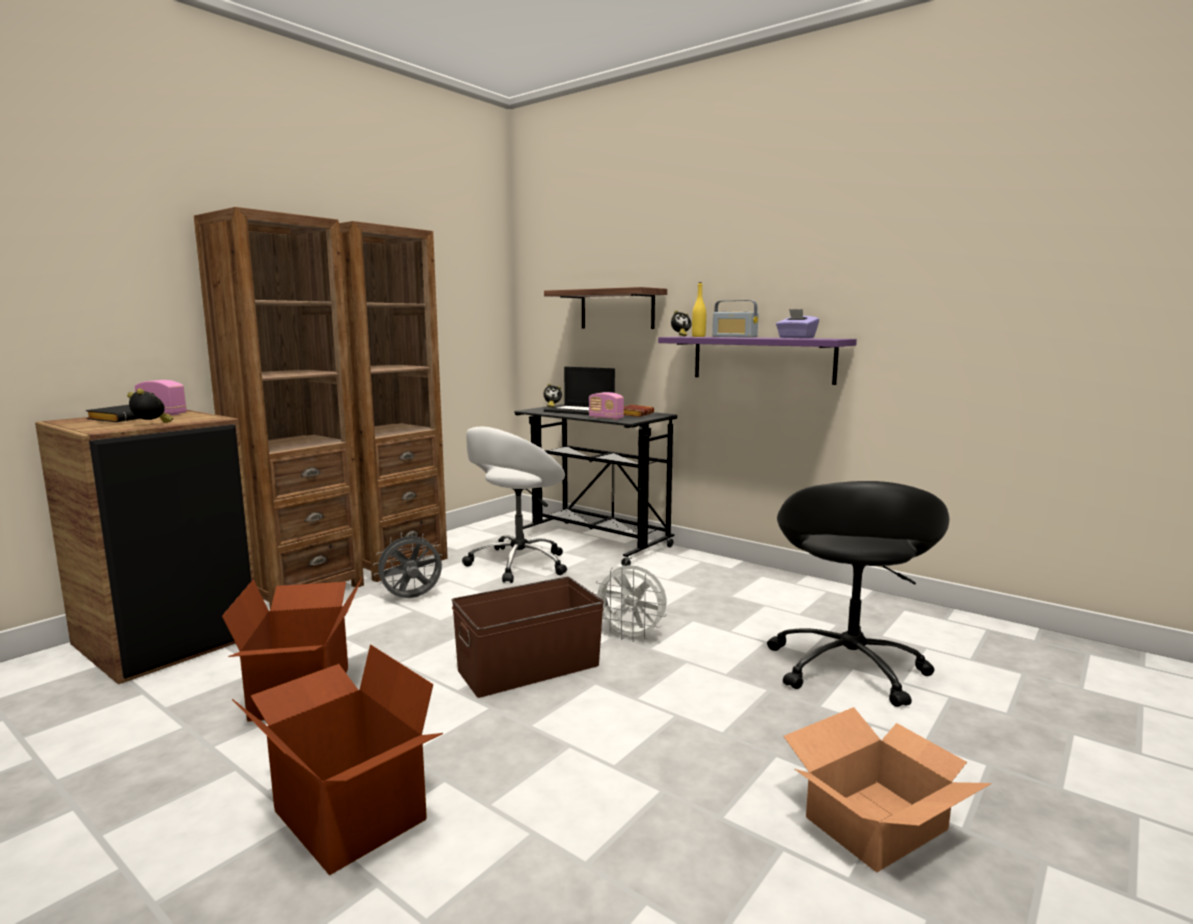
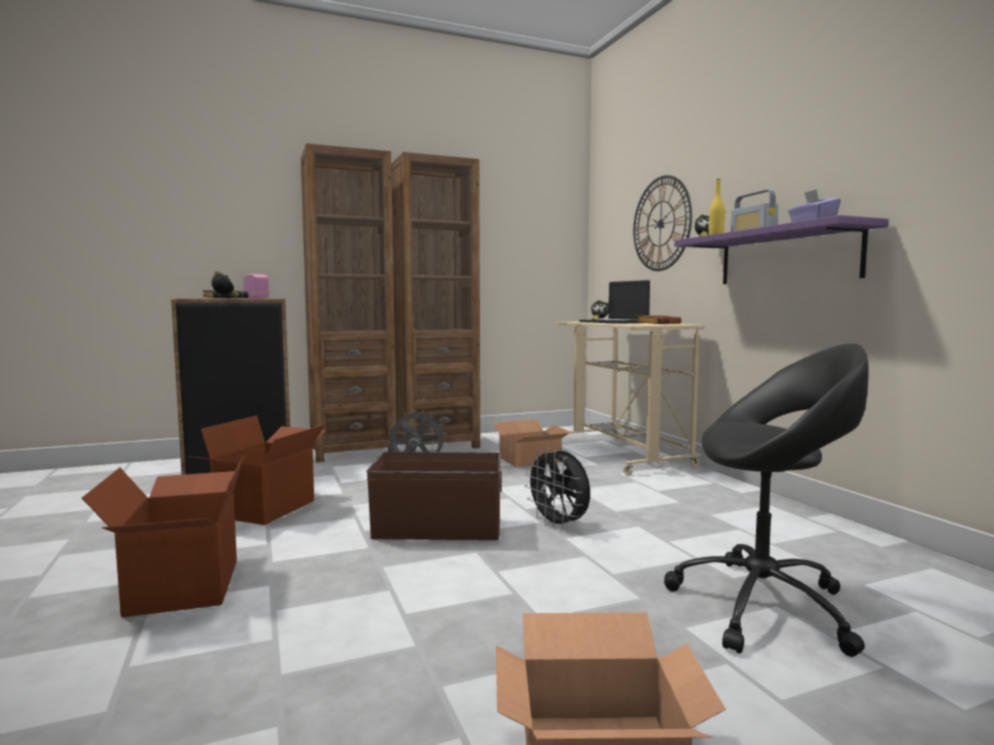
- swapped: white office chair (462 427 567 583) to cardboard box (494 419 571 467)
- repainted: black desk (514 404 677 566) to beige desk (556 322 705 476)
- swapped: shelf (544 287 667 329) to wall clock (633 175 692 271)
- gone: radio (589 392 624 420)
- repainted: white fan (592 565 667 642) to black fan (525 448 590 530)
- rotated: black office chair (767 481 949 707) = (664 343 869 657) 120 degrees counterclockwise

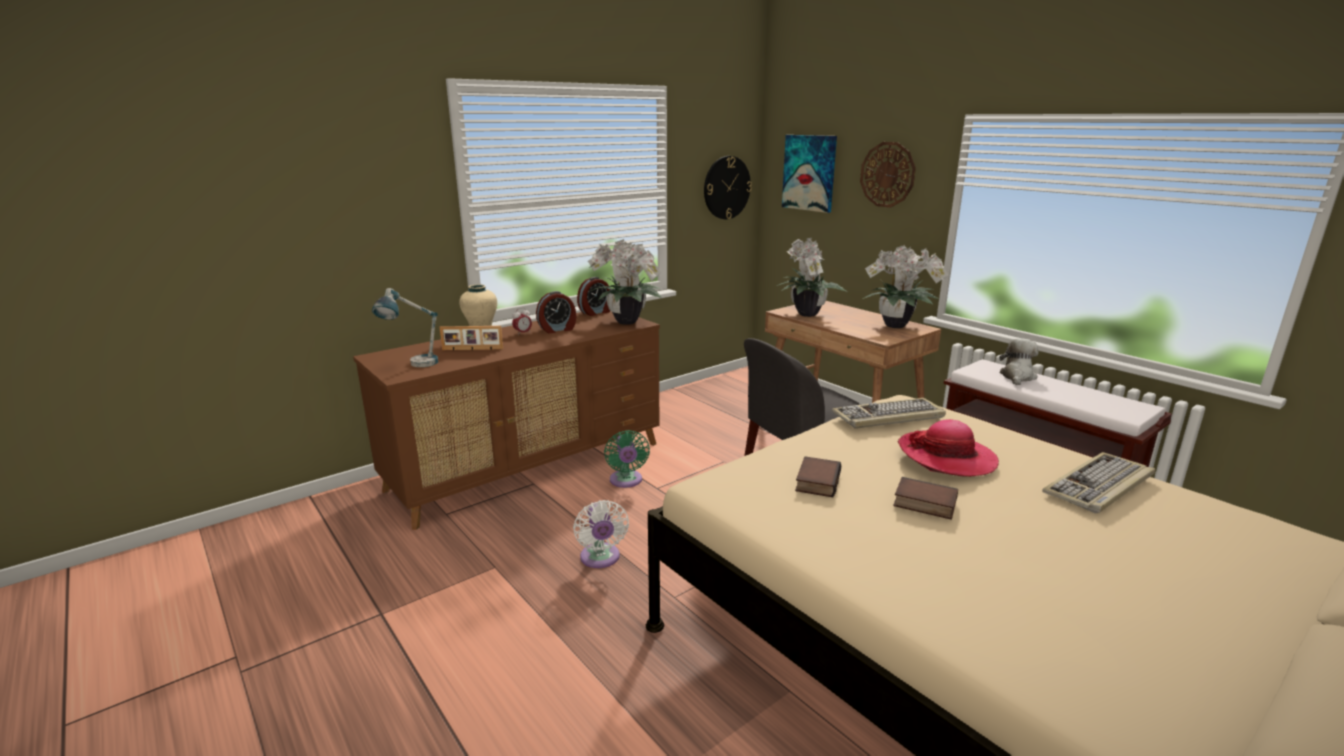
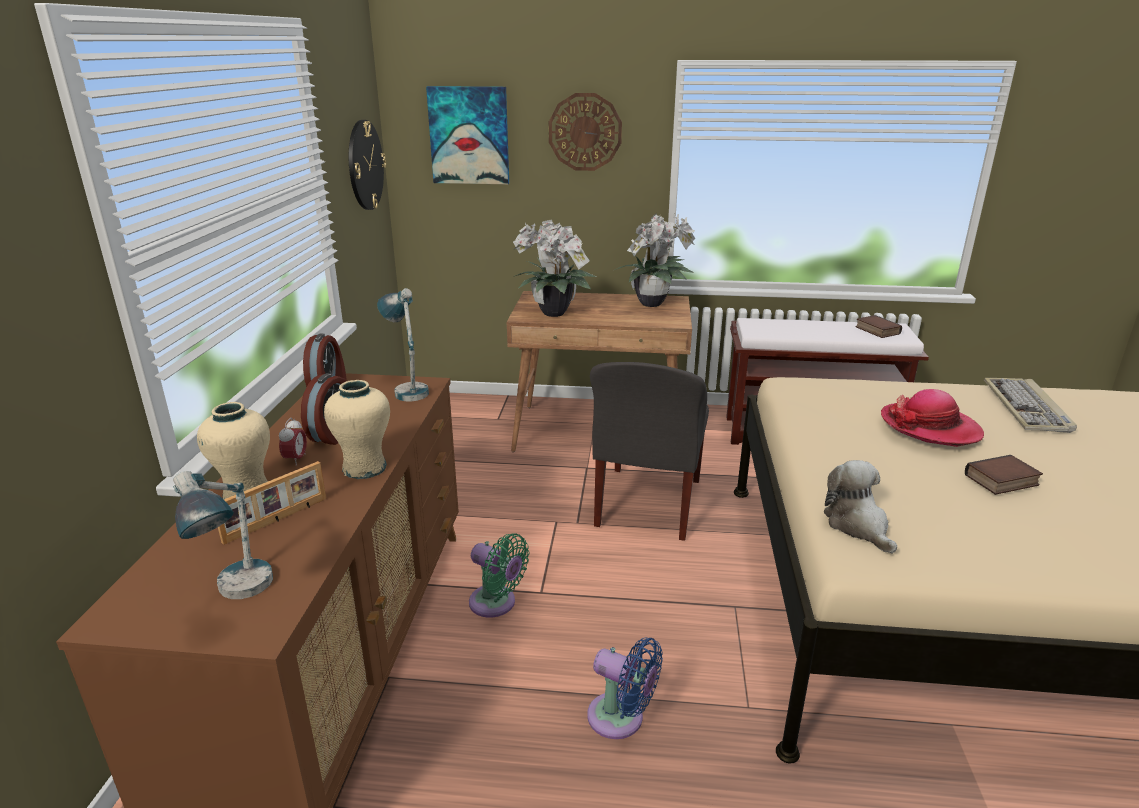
- repainted: white fan (573 500 629 568) to blue fan (587 637 663 739)
- swapped: potted plant (588 239 662 325) to table lamp (377 288 429 402)
- shifted: book (795 456 841 497) to (855 315 902 338)
- gone: keyboard (832 398 946 429)
- shifted: plush toy (999 338 1038 385) to (824 460 897 554)
- new: beige vase (324 380 390 479)

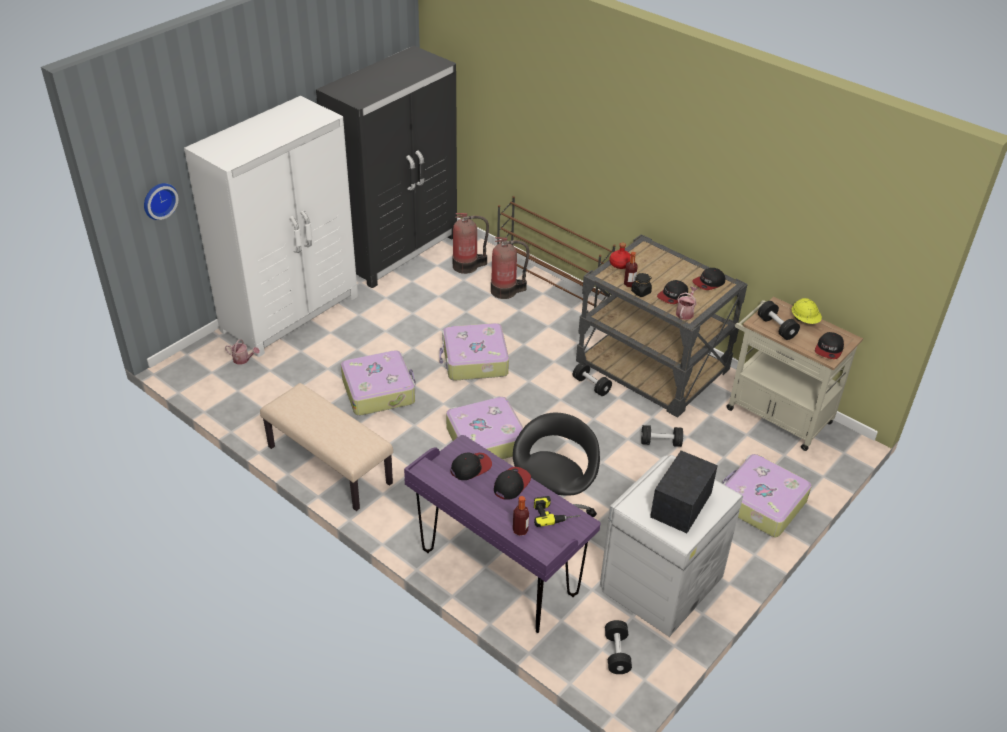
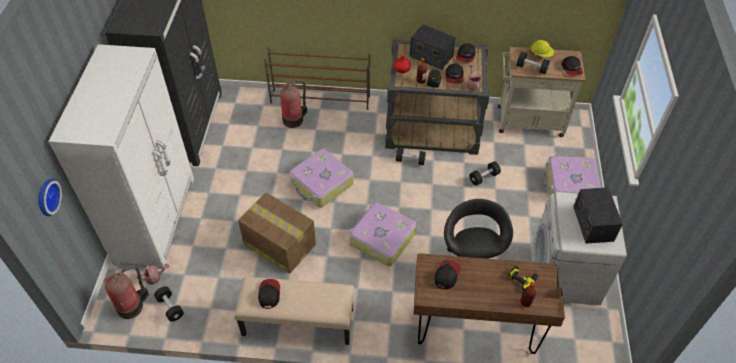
- swapped: suitcase (341 350 416 416) to cardboard box (238 193 316 274)
- repainted: purple desk (404 435 600 633) to brown desk (414 253 565 354)
- shifted: fire extinguisher (453 213 489 274) to (103 265 149 319)
- shifted: cap (494 467 531 500) to (258 279 280 309)
- shifted: black dumbbell (605 620 632 674) to (154 286 184 322)
- new: radio (410 24 456 69)

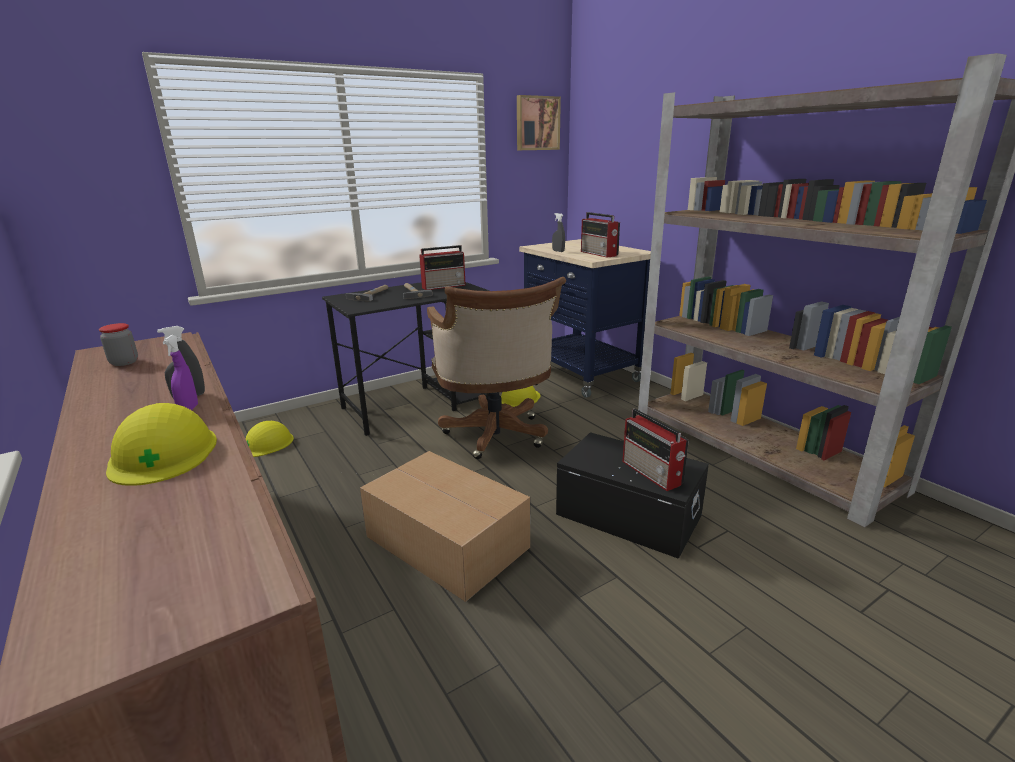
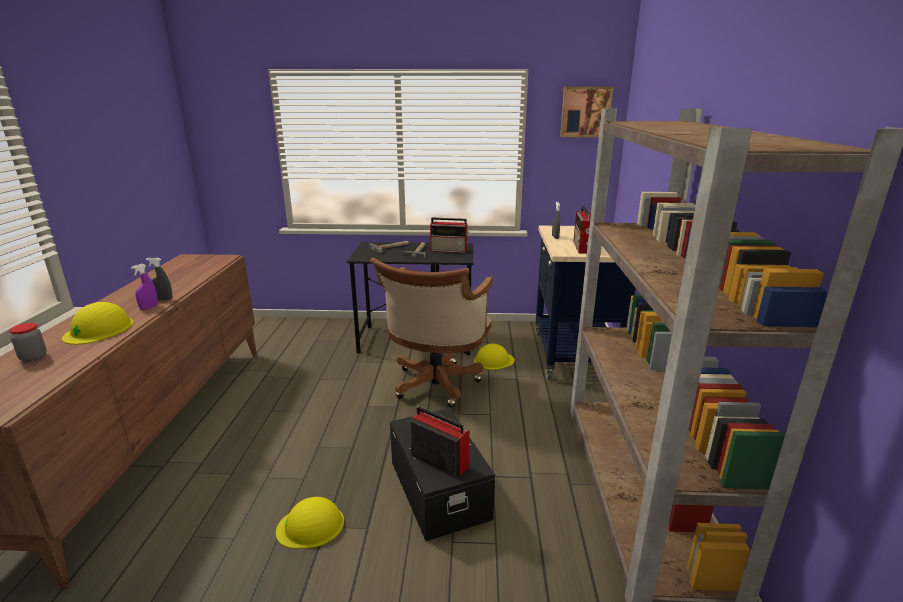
- shifted: jar (99 323 138 366) to (9 323 47 362)
- shifted: yellow hard hat (246 421 294 457) to (276 497 344 549)
- gone: cardboard box (360 451 530 602)
- rotated: radio (623 408 689 491) = (410 406 469 478) 120 degrees clockwise

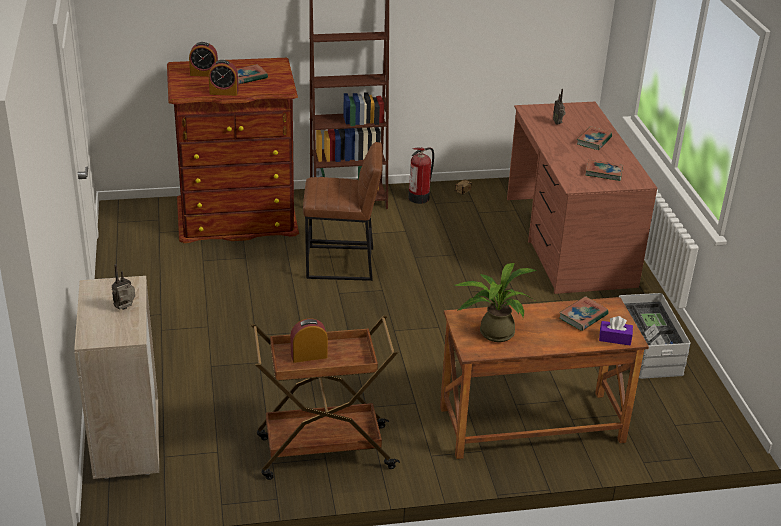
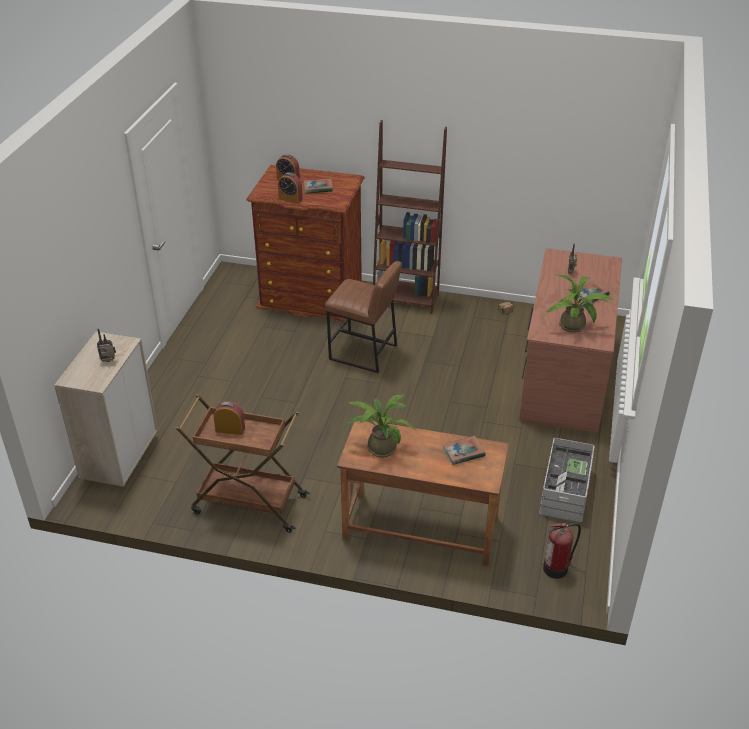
- shifted: fire extinguisher (408 147 434 204) to (543 523 581 579)
- swapped: book (586 160 623 181) to potted plant (546 274 613 333)
- gone: purple tissue box (599 316 633 345)

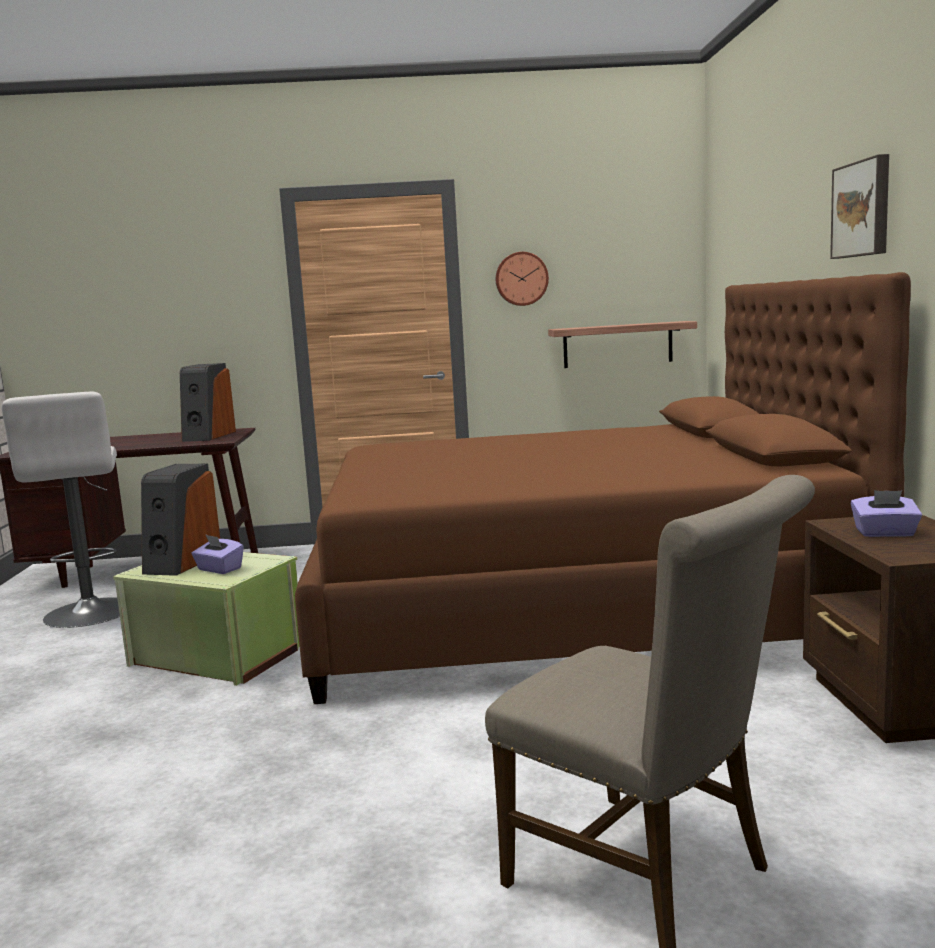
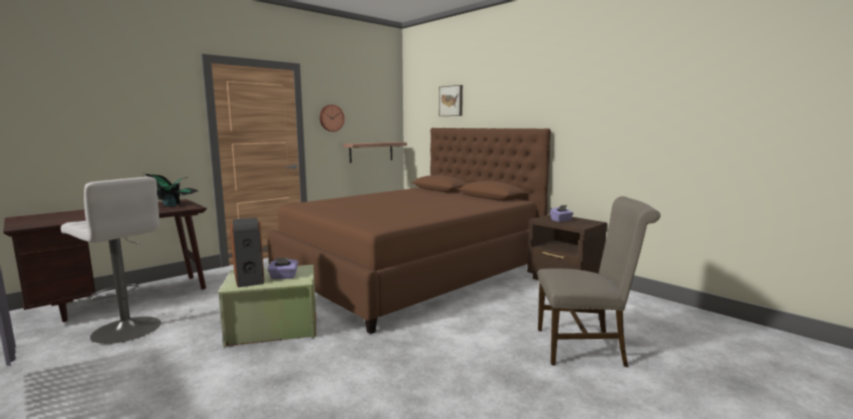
- swapped: speaker (180 363 236 442) to potted plant (145 174 198 207)
- shifted: picture (830 154 889 259) to (439 85 463 116)

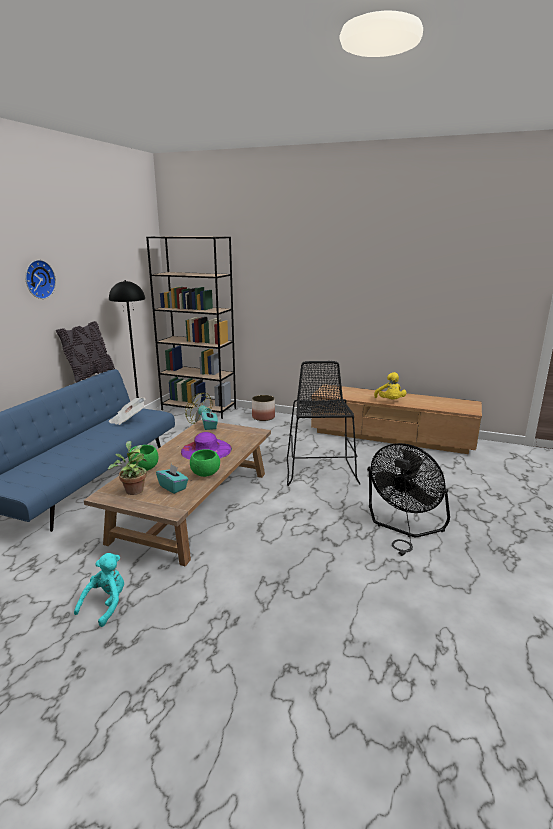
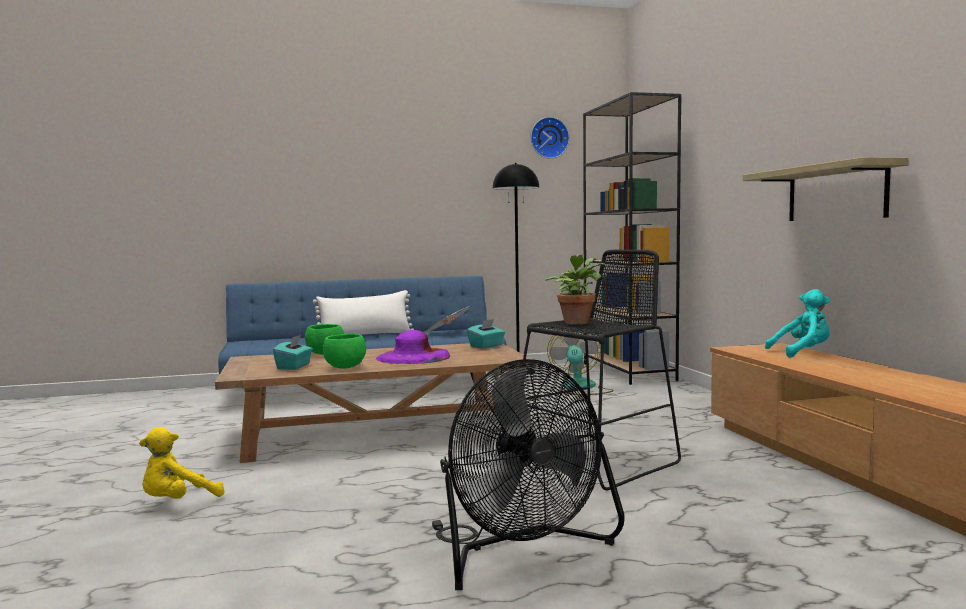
- shifted: wall clock (25 260 56 299) to (531 117 569 159)
- gone: black pillow (56 321 115 383)
- shifted: turquoise plush toy (74 553 124 627) to (765 289 830 358)
- shifted: potted plant (108 441 147 495) to (545 254 605 324)
- gone: planter (252 395 275 421)
- rotated: black fan (367 443 450 556) = (432 359 624 590) 60 degrees clockwise
- shifted: yellow plush toy (374 372 407 400) to (139 427 225 499)
- new: white pillow (313 290 414 335)
- new: shelf (743 157 908 221)

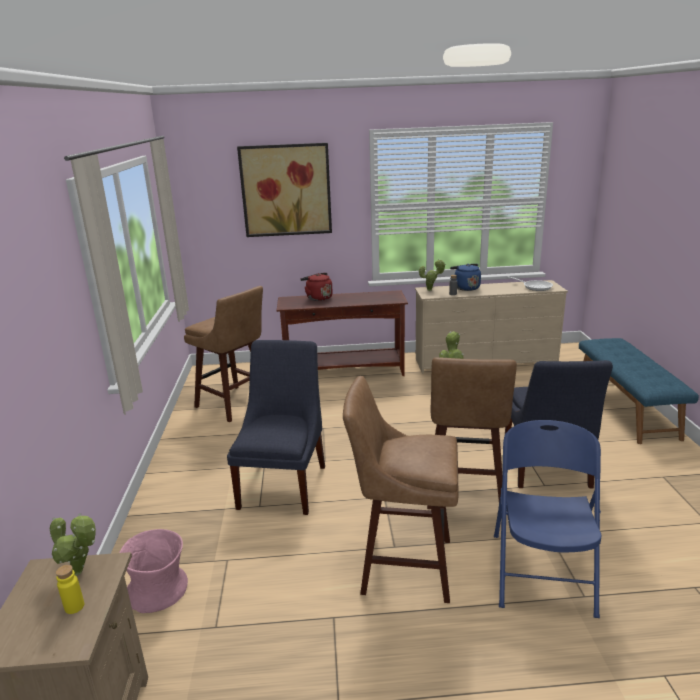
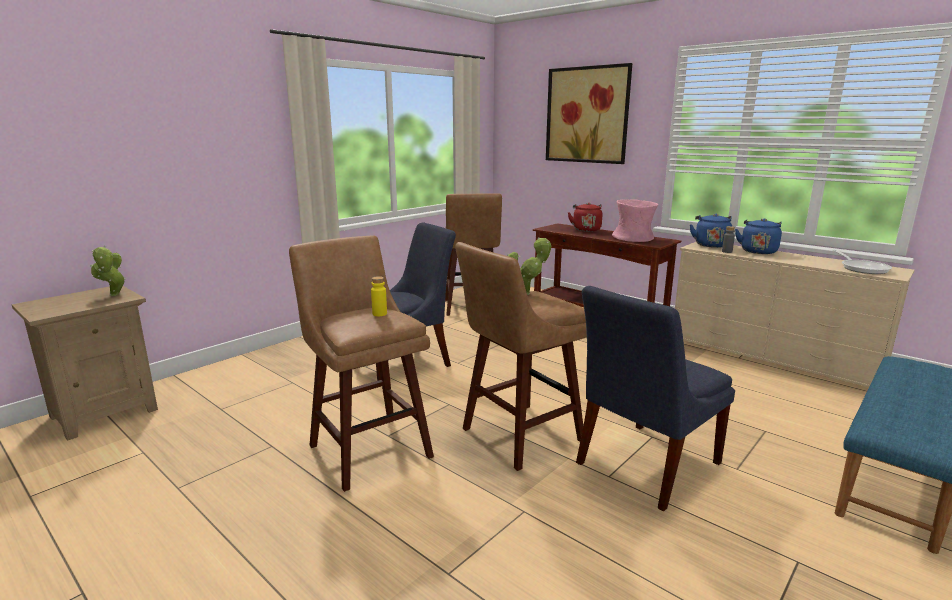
- shifted: yellow bottle (56 565 84 614) to (371 276 387 316)
- shifted: pink vase (119 529 188 613) to (612 199 658 242)
- swapped: potted plant (419 259 446 291) to blue kettle (690 214 732 248)
- gone: blue chair (494 420 601 618)

